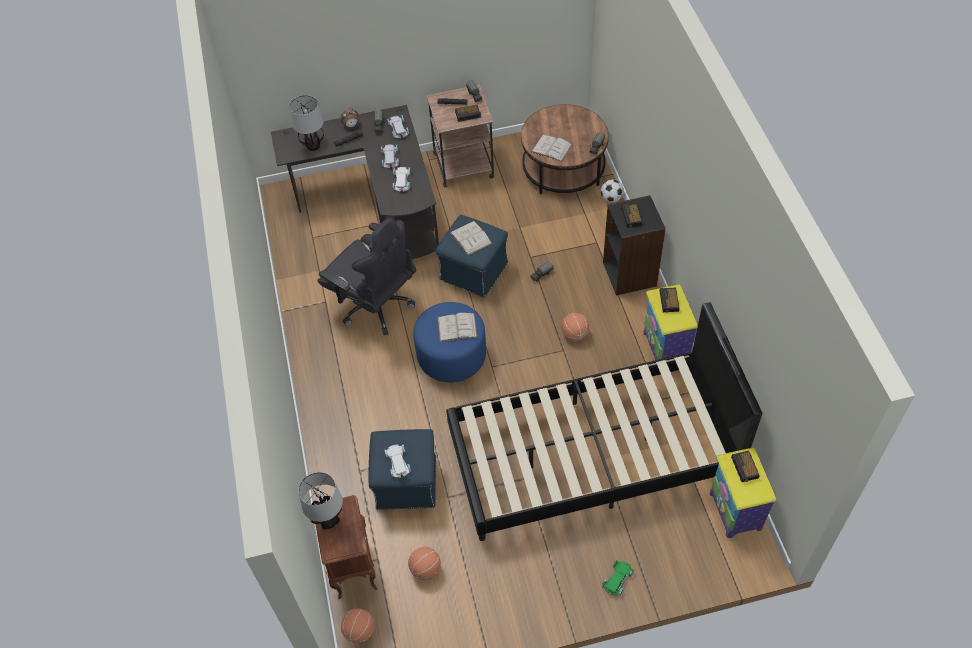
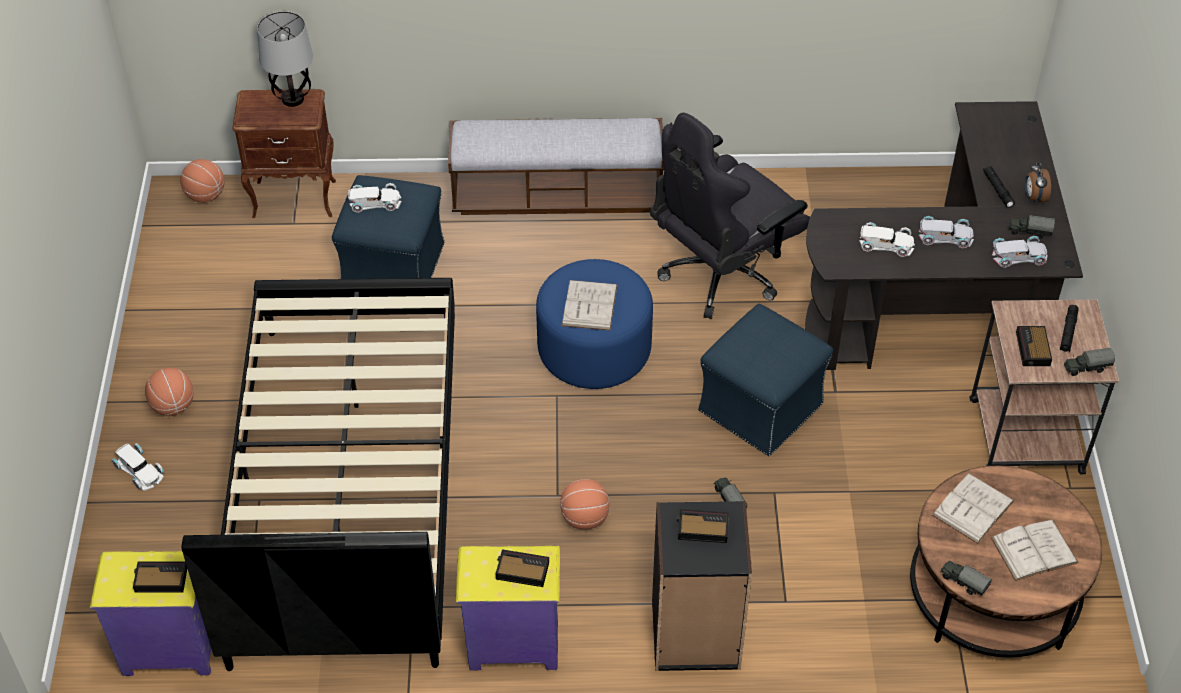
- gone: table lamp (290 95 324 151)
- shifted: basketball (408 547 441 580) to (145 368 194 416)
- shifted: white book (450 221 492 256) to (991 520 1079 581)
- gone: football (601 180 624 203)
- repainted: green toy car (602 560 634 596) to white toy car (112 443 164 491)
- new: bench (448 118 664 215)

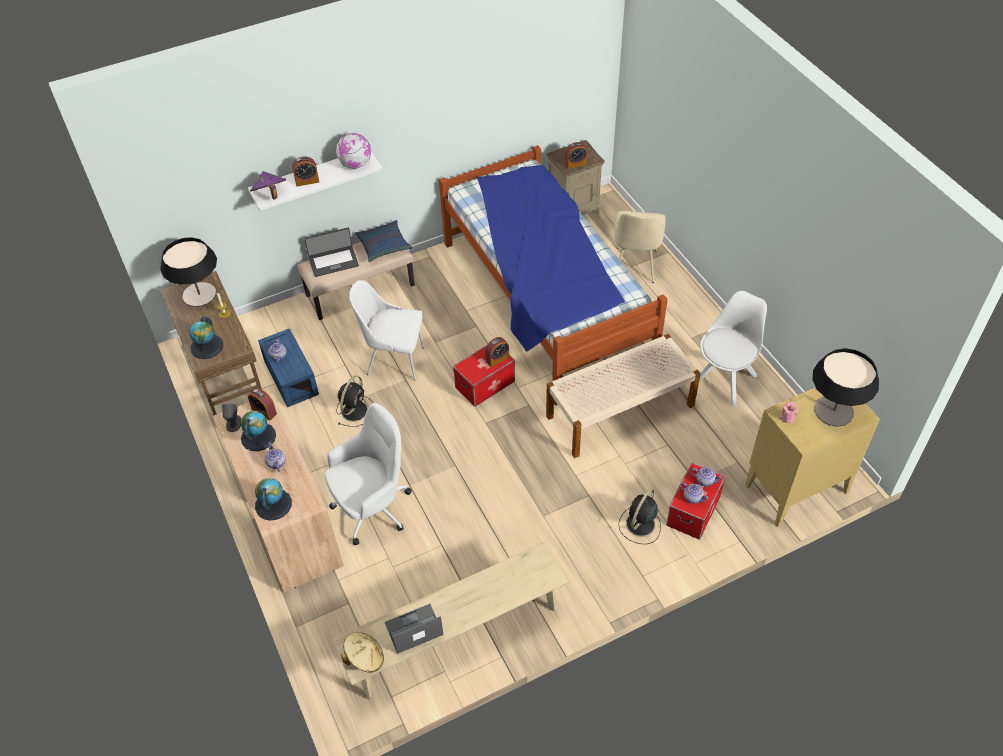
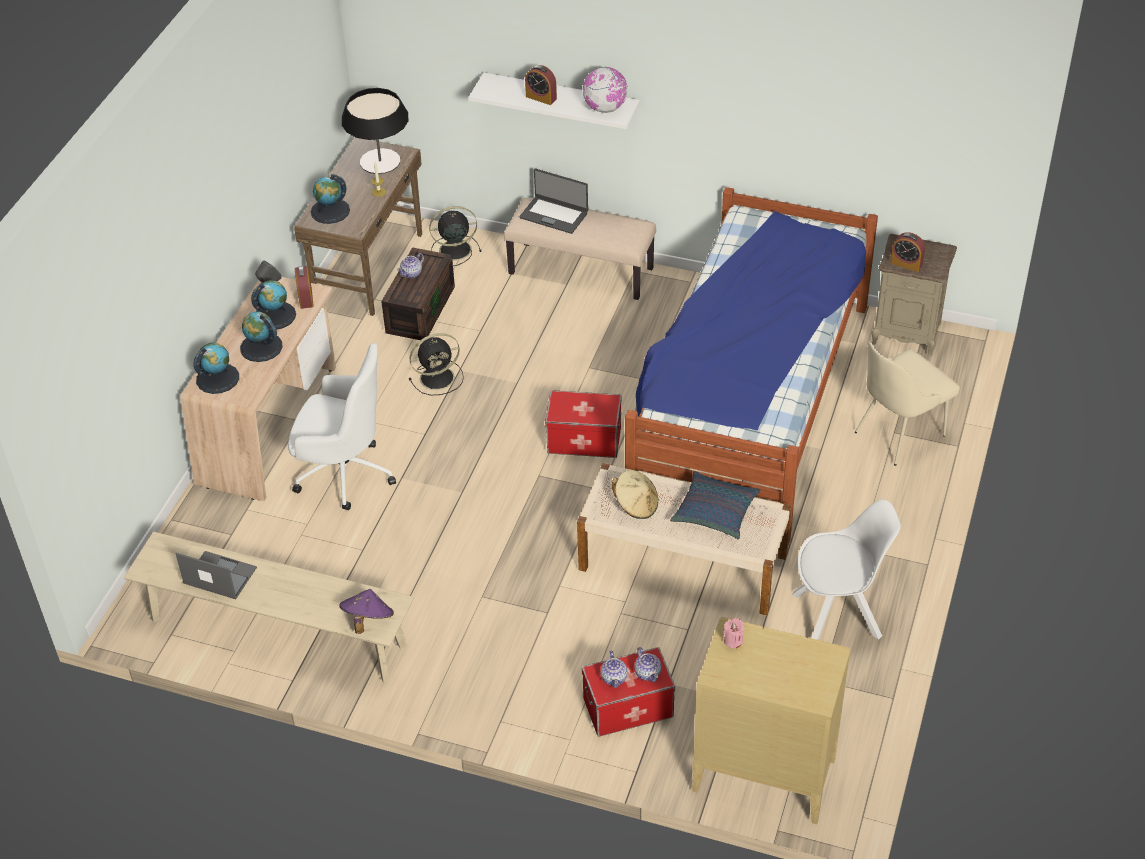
- shifted: purple hat (250 171 286 200) to (339 589 394 634)
- repainted: blue storage box (258 328 319 407) to brown storage box (381 247 455 340)
- swapped: teapot (265 442 286 472) to globe (240 311 283 362)
- shifted: beige hat (341 632 384 673) to (612 470 658 519)
- gone: white chair (349 280 424 380)
- shifted: blue pillow (354 220 412 262) to (670 471 760 539)
- gone: alarm clock (485 337 509 367)
- shifted: black fan (618 488 661 544) to (429 206 482 266)
- gone: table lamp (812 348 879 427)

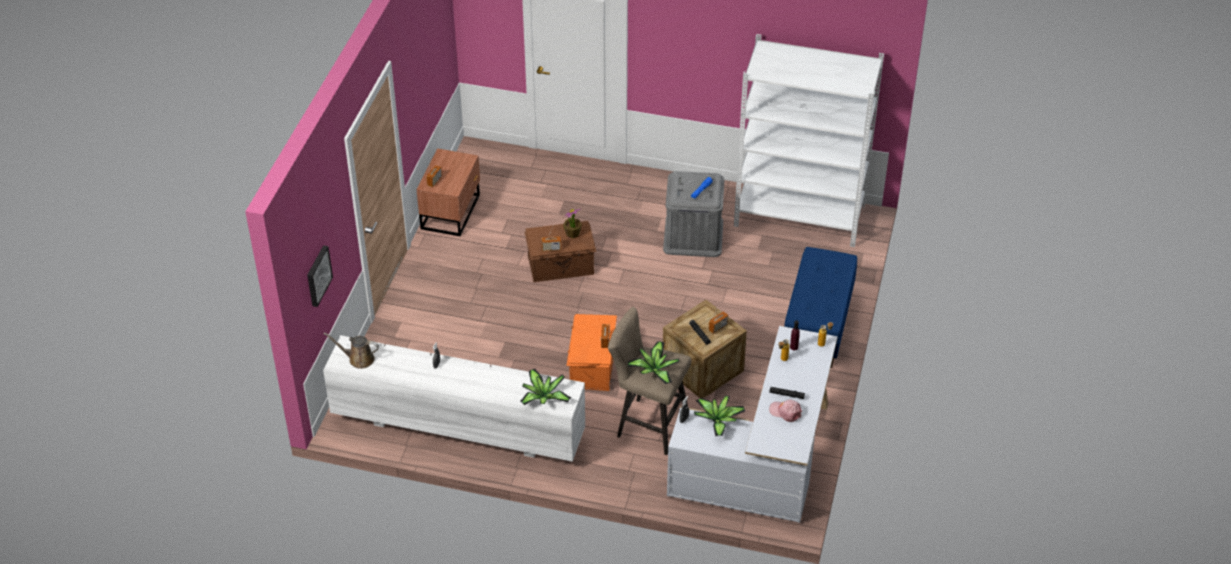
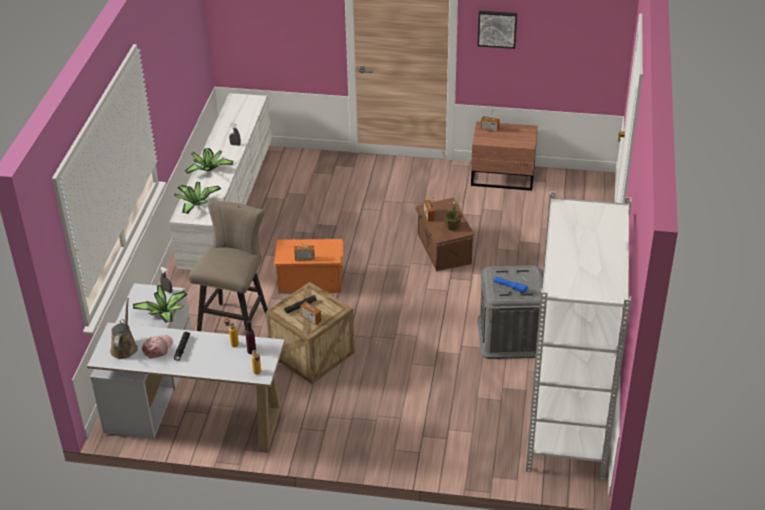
- shifted: picture (307 245 333 307) to (478 11 517 49)
- shifted: brown watering can (324 332 379 369) to (110 298 138 359)
- shifted: potted plant (628 341 679 384) to (185 148 234 174)
- gone: blue bench (784 247 857 368)

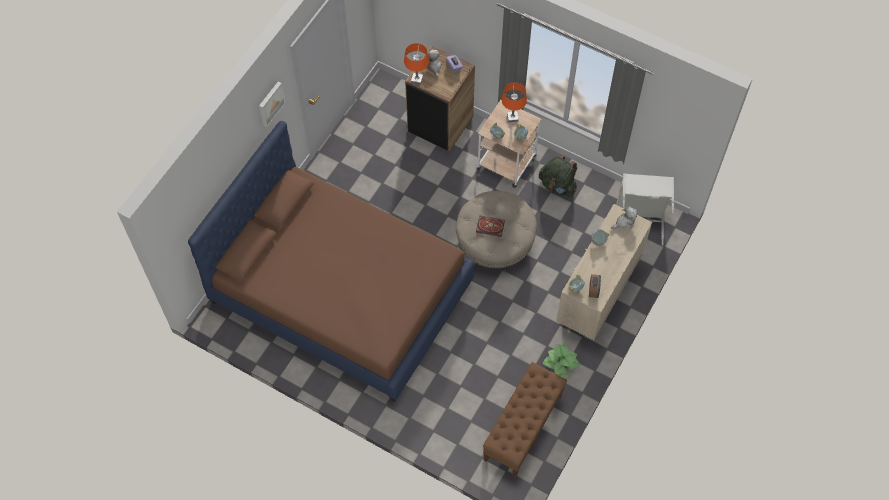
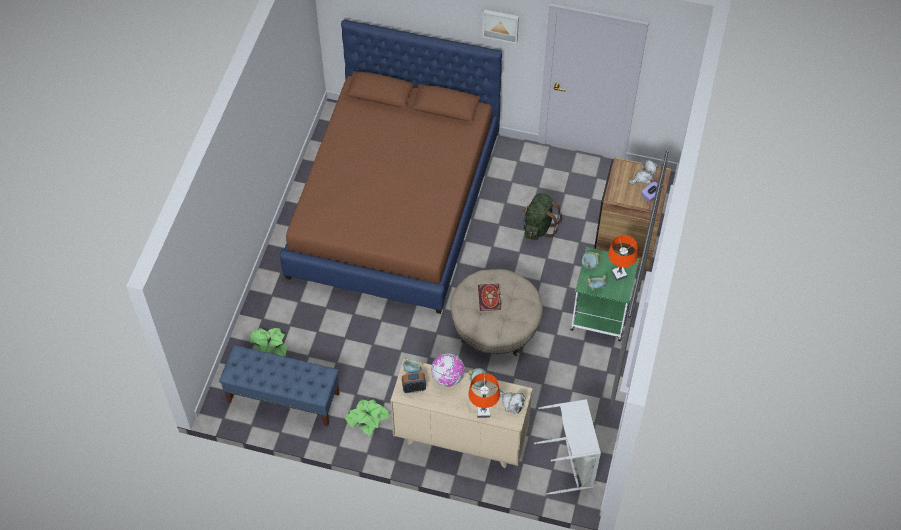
- shifted: orange table lamp (404 43 429 85) to (468 373 500 418)
- repainted: beige cart (477 100 542 188) to green cart (570 247 639 342)
- repainted: brown bench (483 362 567 478) to blue bench (219 345 340 427)
- shifted: green backpack (539 155 578 197) to (522 193 562 240)
- new: potted plant (250 328 287 356)
- new: globe (431 353 465 387)

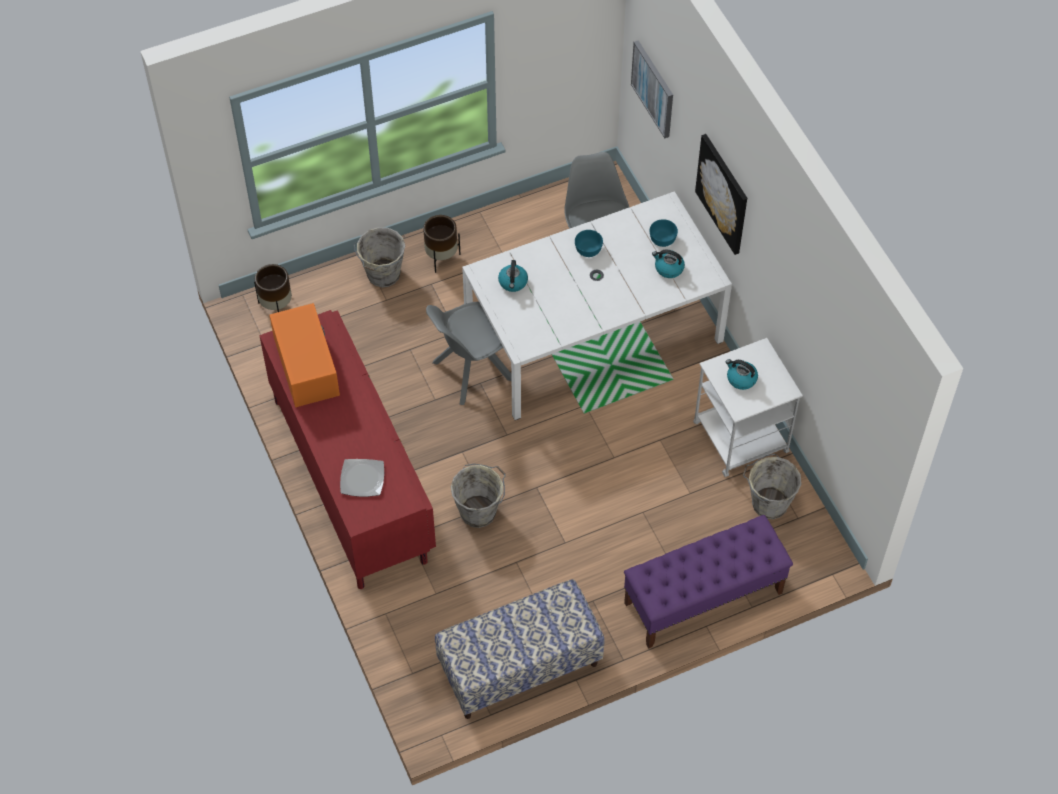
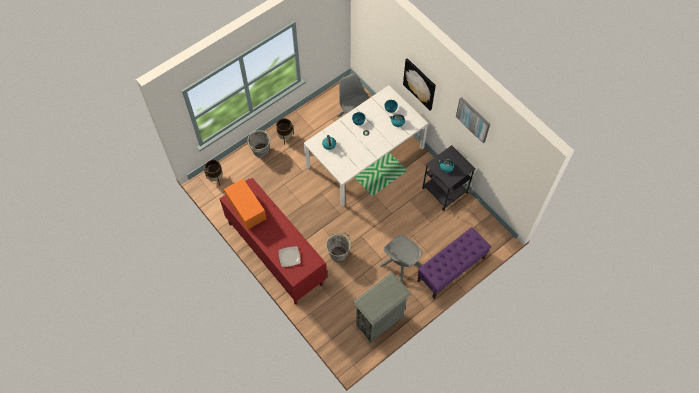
- shifted: grey chair (426 302 512 405) to (380 235 422 283)
- swapped: bench (435 579 605 719) to grey cabinet (353 272 412 343)
- shifted: picture (631 40 673 138) to (456 97 490 143)
- repainted: white cart (693 338 803 477) to black cart (422 145 476 211)
- gone: grey bucket (743 454 801 519)

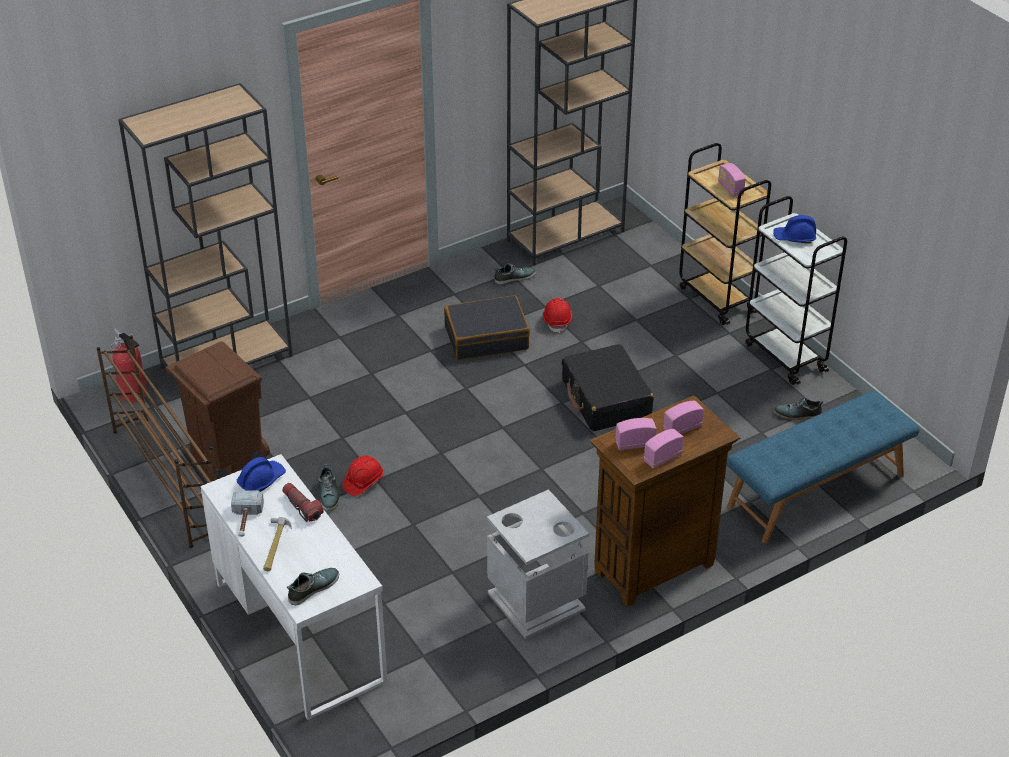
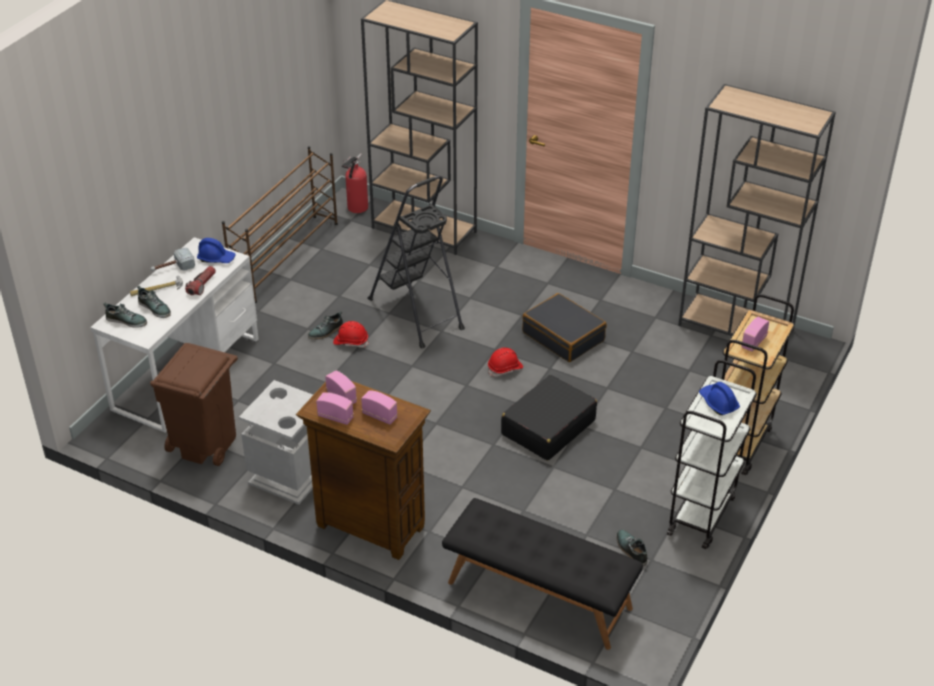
- shifted: brown trash can (166 342 270 481) to (150 343 238 466)
- shifted: shoe (494 263 536 284) to (137 286 171 318)
- shifted: red hard hat (543 298 572 333) to (488 347 523 377)
- repainted: blue bench (727 391 920 543) to black bench (442 498 643 650)
- new: step ladder (367 176 465 348)

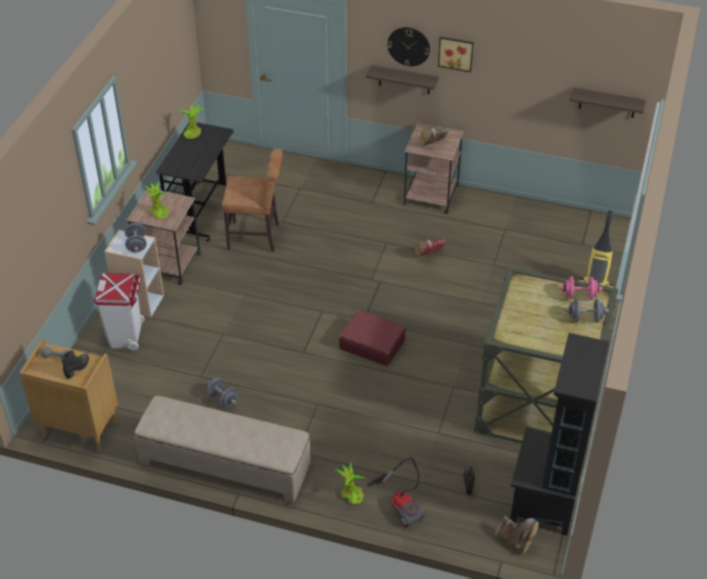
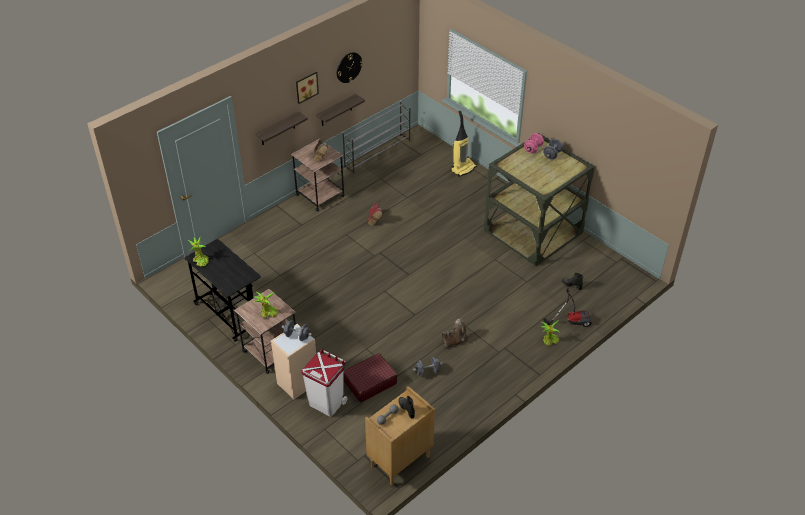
- gone: beige bench (135 396 311 502)
- gone: brown chair (222 148 283 252)
- shifted: red suitcase (339 310 406 366) to (343 353 397 402)
- shifted: wall clock (387 27 430 67) to (337 52 363 83)
- shifted: brown boot (494 515 539 553) to (442 318 467 348)
- gone: black cabinet (510 333 609 536)
- shifted: shelf (569 87 646 118) to (316 94 365 126)
- new: grey shoe rack (342 101 410 175)

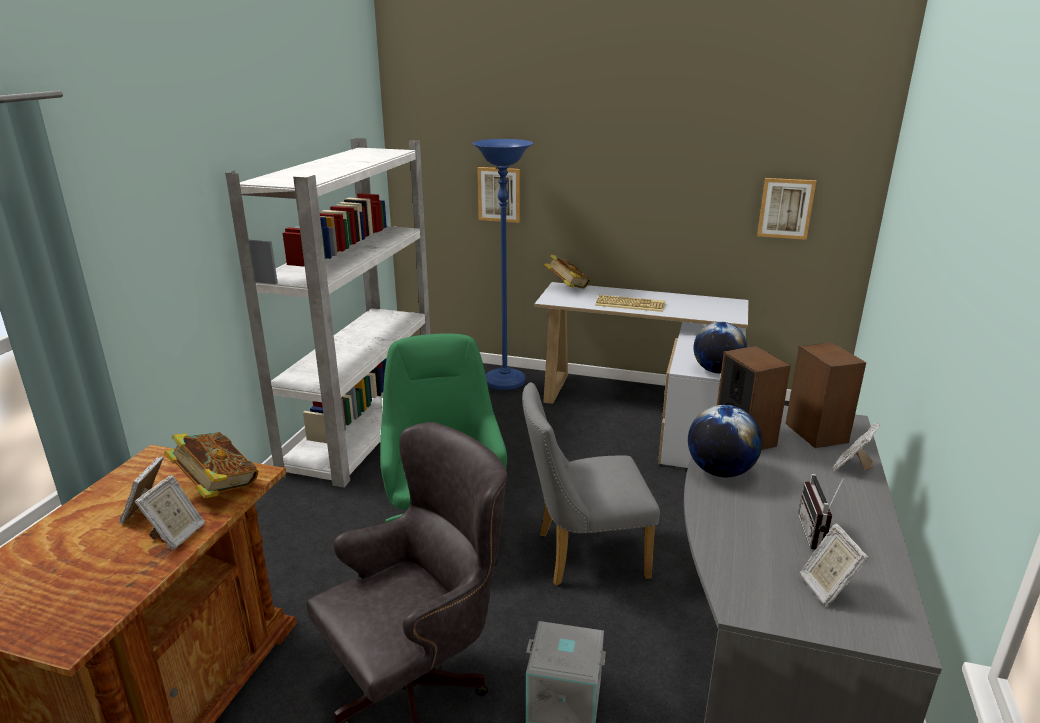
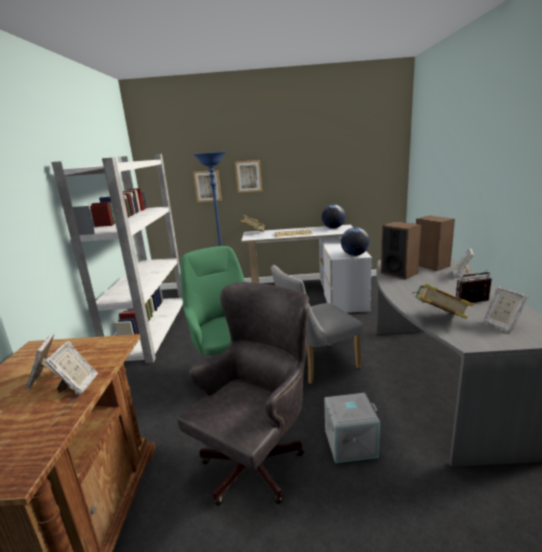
- shifted: book (164 432 258 498) to (412 284 474 319)
- shifted: globe (688 405 762 477) to (322 204 346 229)
- shifted: picture (757 178 816 240) to (235 160 262 193)
- rotated: radio (798 474 845 550) = (456 269 492 303) 90 degrees clockwise

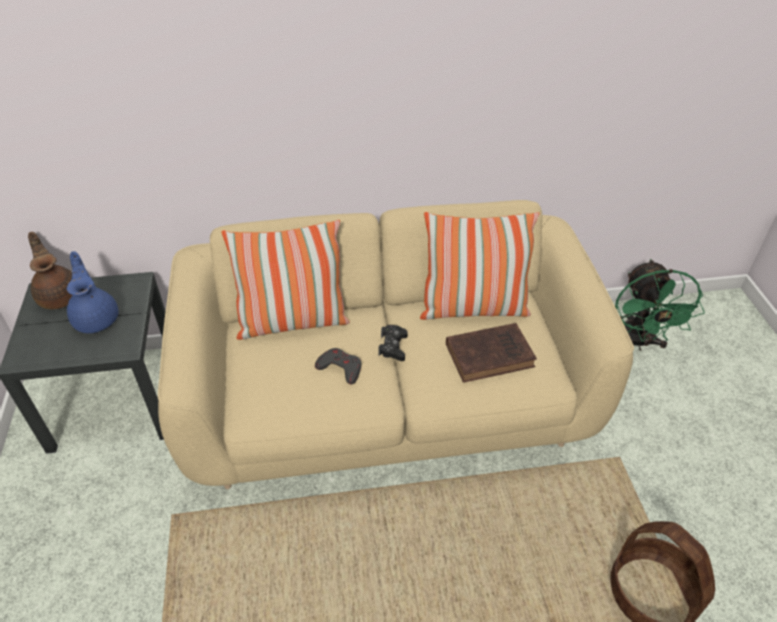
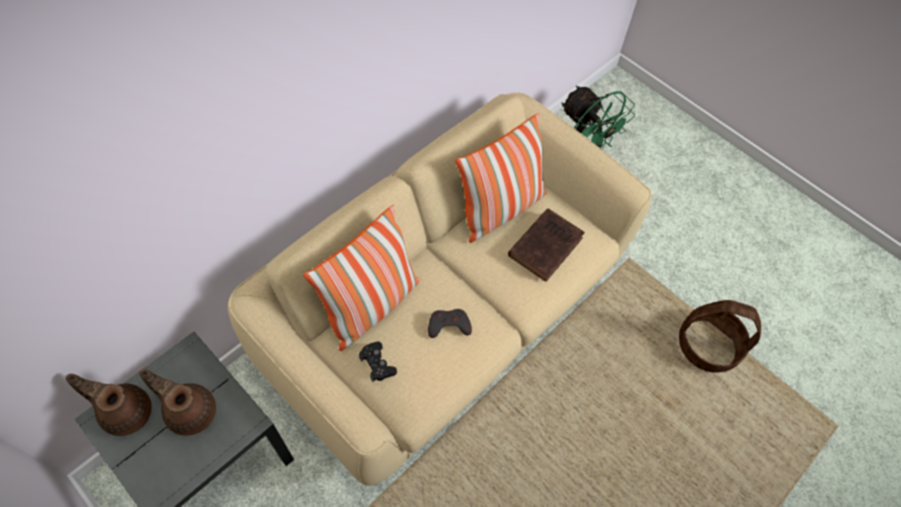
- repainted: blue teapot (67 251 118 333) to brown teapot (139 369 216 436)
- shifted: black game controller (378 325 408 361) to (359 342 397 382)

